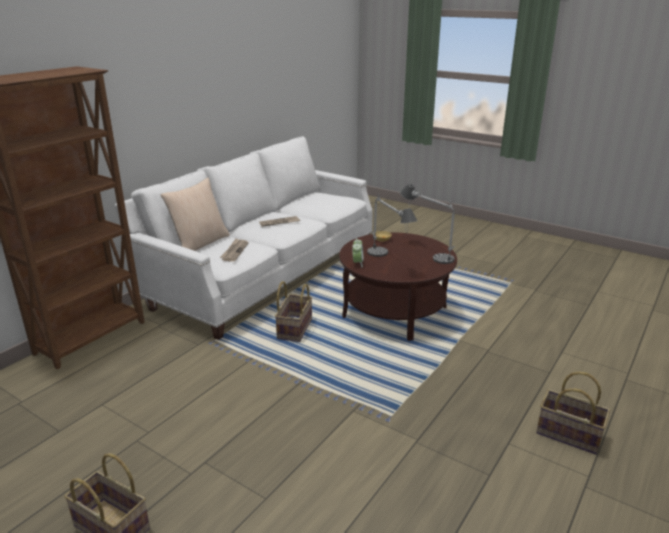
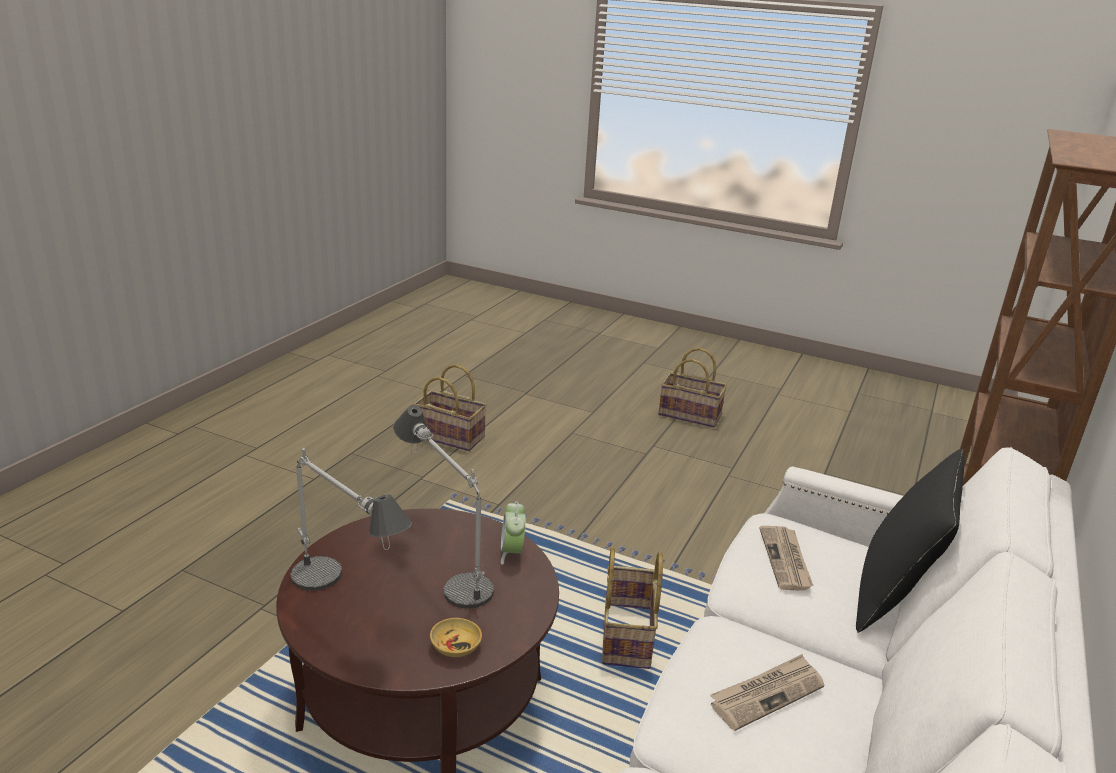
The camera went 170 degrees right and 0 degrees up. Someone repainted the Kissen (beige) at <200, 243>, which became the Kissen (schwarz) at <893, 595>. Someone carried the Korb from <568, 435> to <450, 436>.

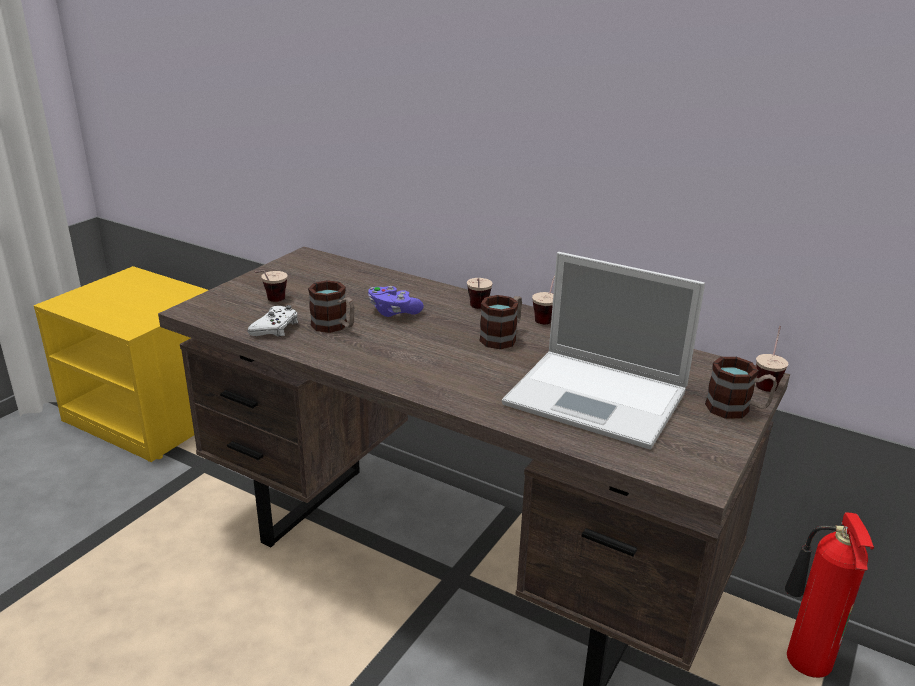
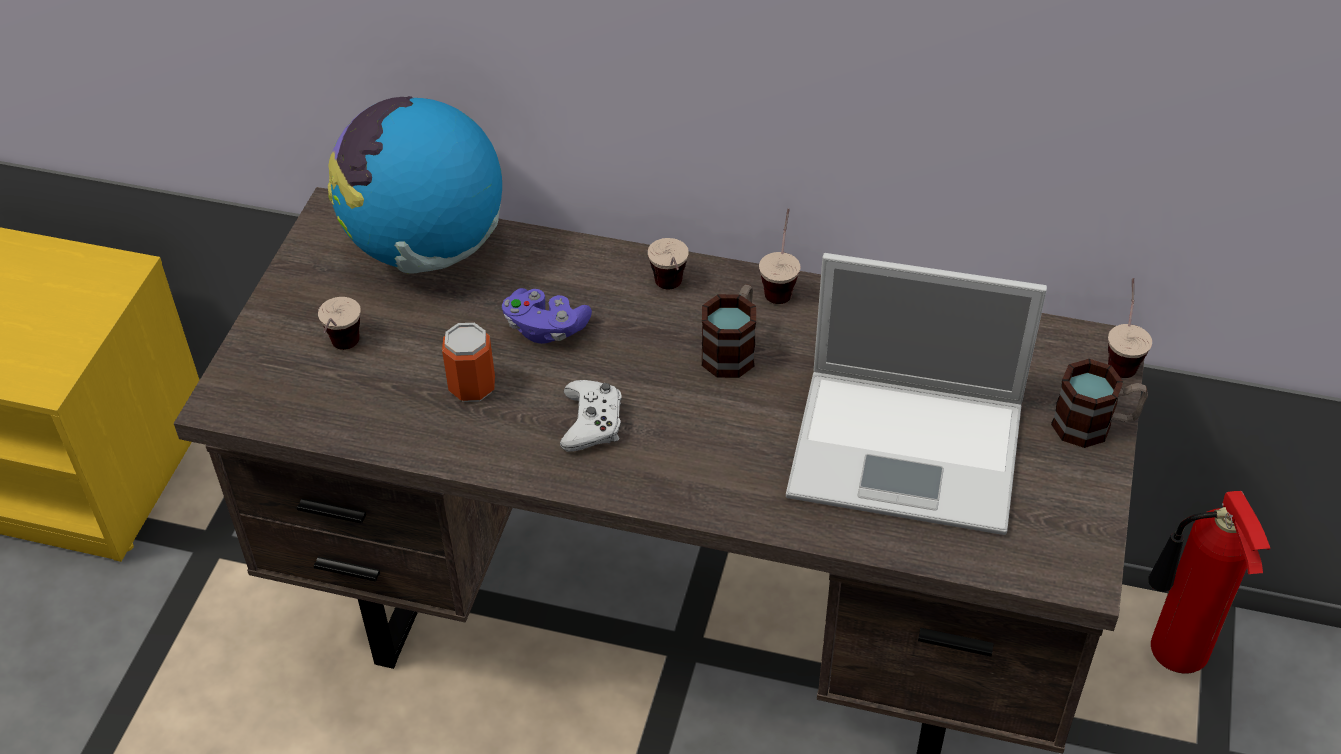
The camera went 15 degrees left and 20 degrees up. Someone swapped the Henkelbecher at <334, 327> for the Dose at <472, 387>. Someone carried the Gamepad (weiß) from <275, 328> to <592, 422>. Someone put down the Globus at <426, 247>.

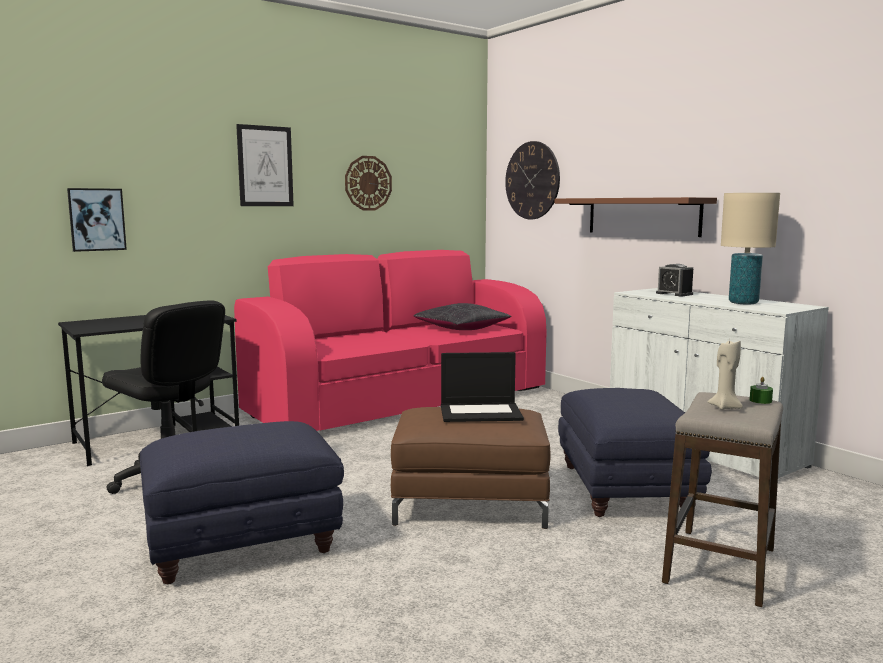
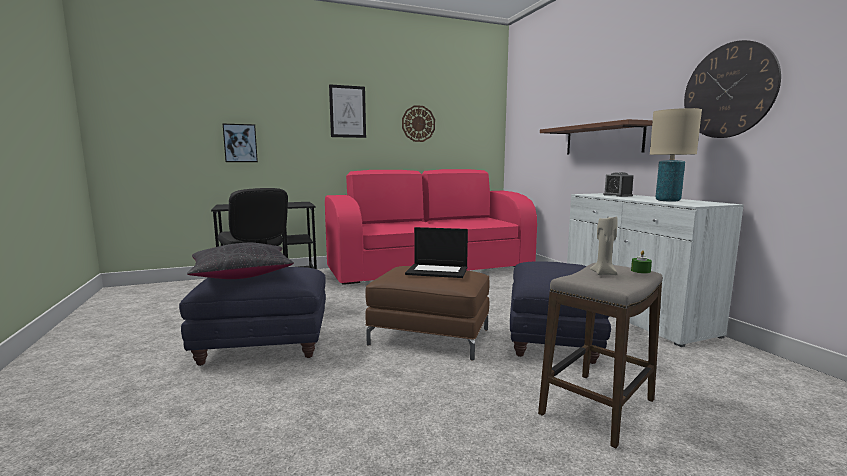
The camera went 15 degrees right and 0 degrees up. Someone carried the Wanduhr from <532, 180> to <728, 90>. Someone carried the Kissen (schwarz) from <462, 329> to <242, 274>.

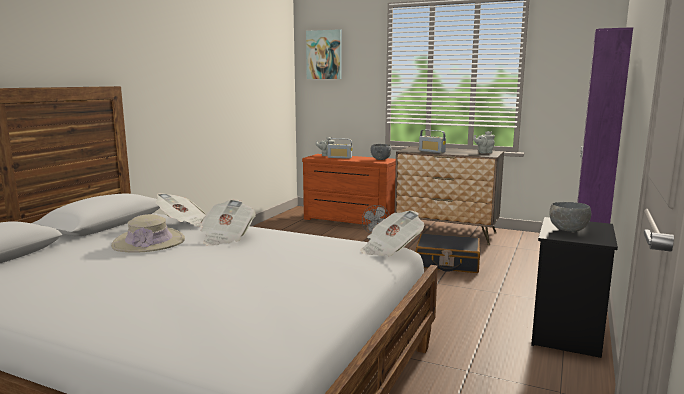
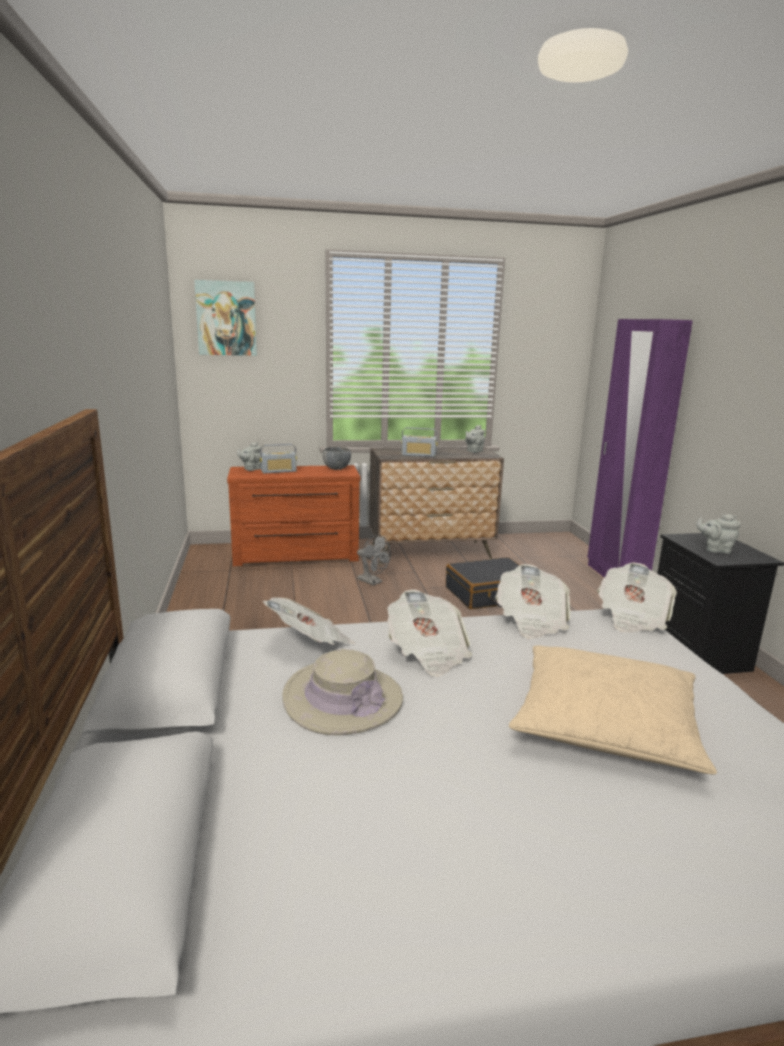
The camera went 35 degrees left and 5 degrees up. Someone swapped the Schüssel (grau) at <568, 230> for the Teekanne (grau) at <715, 549>. Someone put down the Zeitung at <531, 620>. Someone put down the Kissen (beige) at <605, 723>.

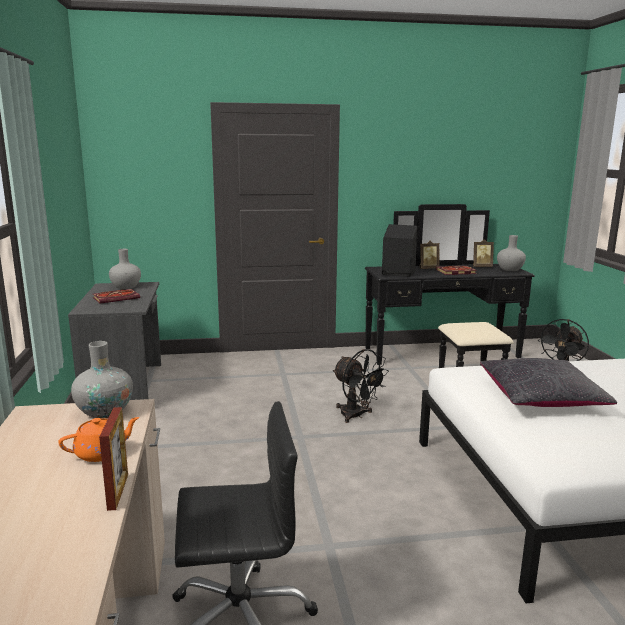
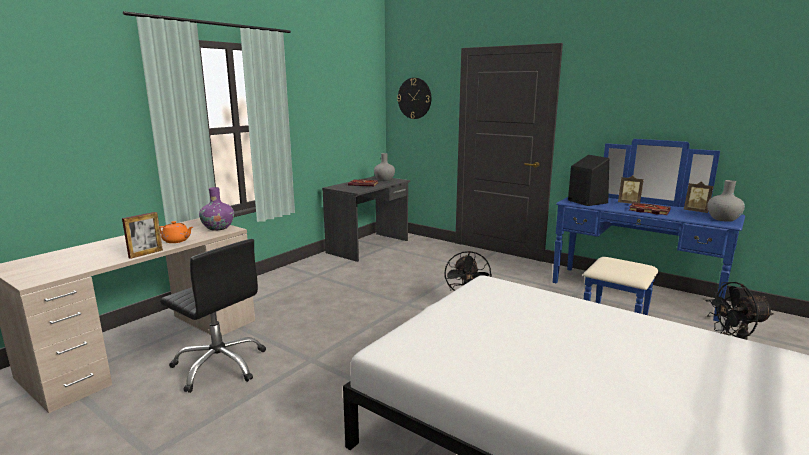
The camera went 45 degrees right and 0 degrees up. Someone repainted the Kommode (schwarz) at <448, 358>, which became the Kommode (blau) at <630, 297>. Someone repainted the Vase (grau) at <105, 411>, which became the Vase (lila) at <218, 228>. Someone took away the Kissen (schwarz) at <540, 398>. Someone put up the Wanduhr at <414, 98>.

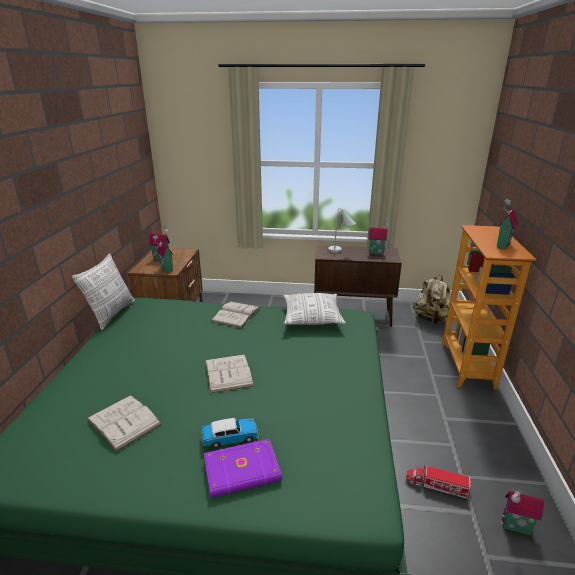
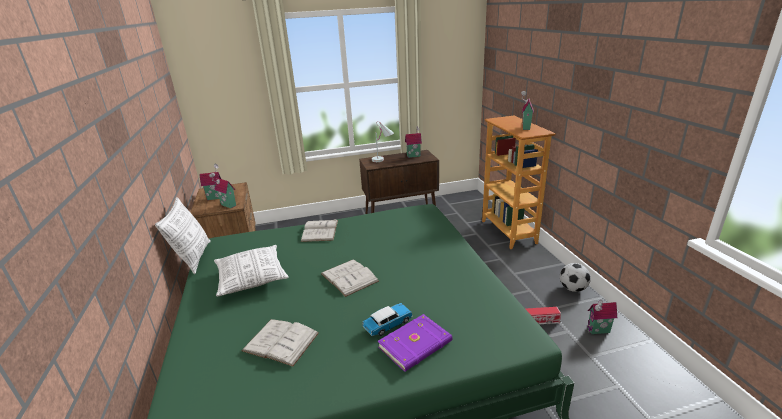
The camera went 20 degrees left and 0 degrees up. Someone took away the Rucksack (beige) at <430, 319>. Someone carried the Kissen from <312, 317> to <252, 278>. Someone put down the Fußball at <572, 288>.

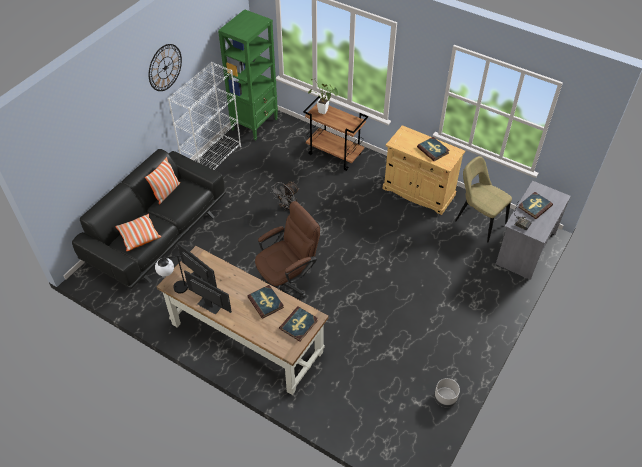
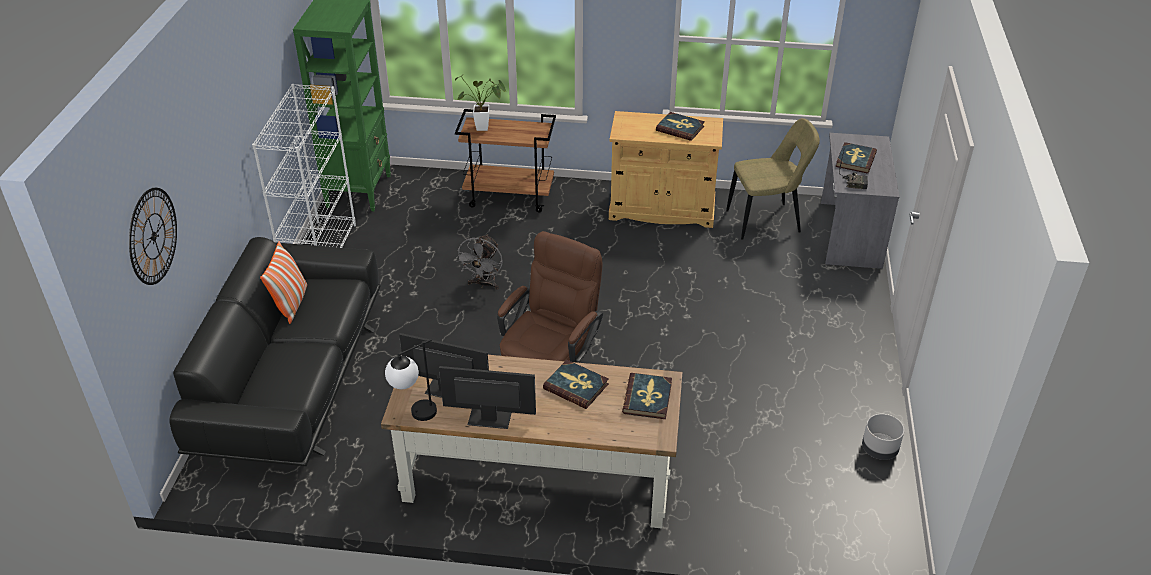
The camera went 25 degrees left and 10 degrees down. Someone carried the Wanduhr from <165, 67> to <153, 236>. Someone rotated the Stuhl (beige) at <478, 221> by 150 degrees clockwise. Someone took away the Kissen at <139, 236>.

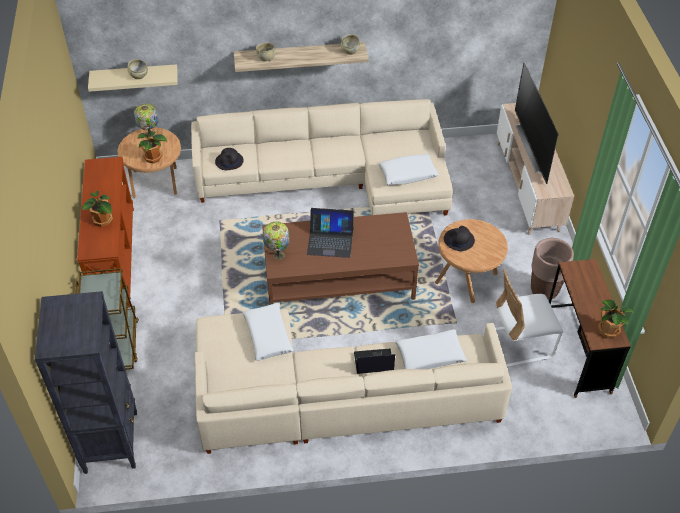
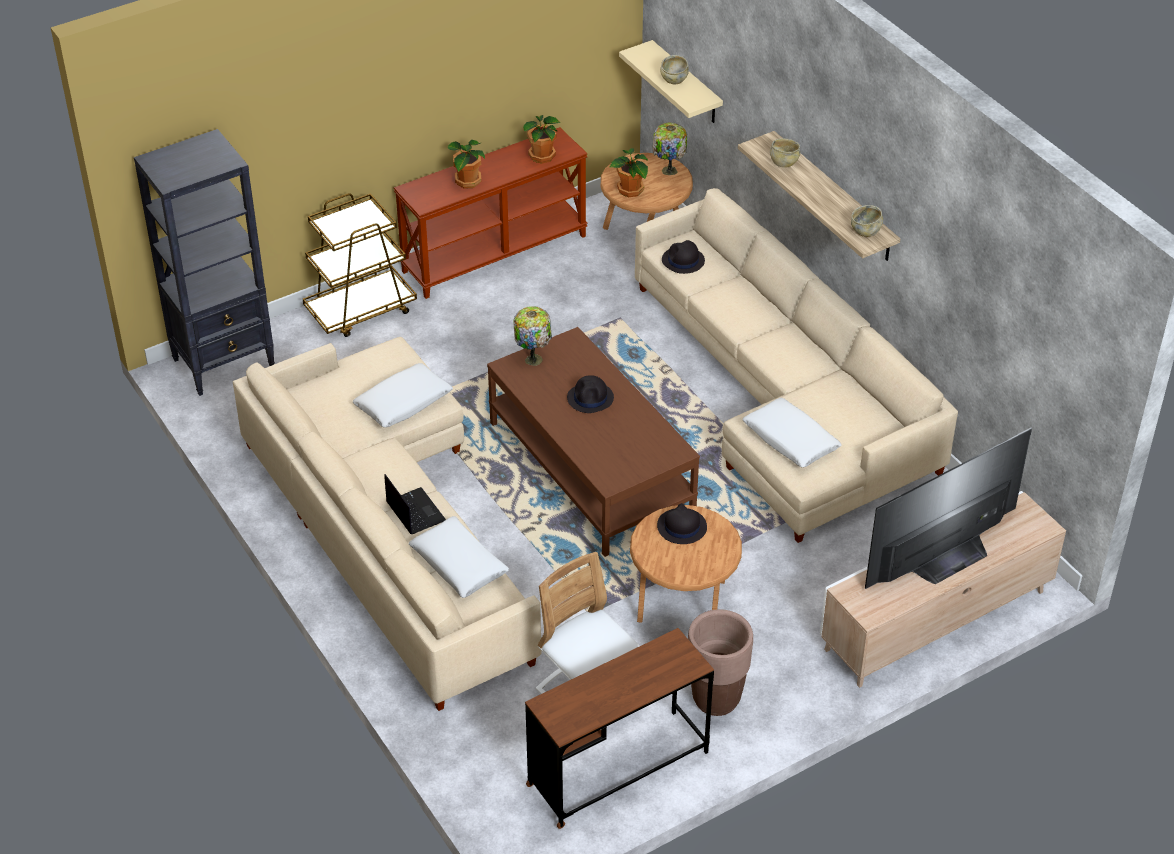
The camera went 65 degrees right and 5 degrees down. Someone swapped the Laptop at <330, 241> for the Hut (schwarz) at <590, 398>. Someone carried the Topfpflanze from <608, 330> to <543, 156>.

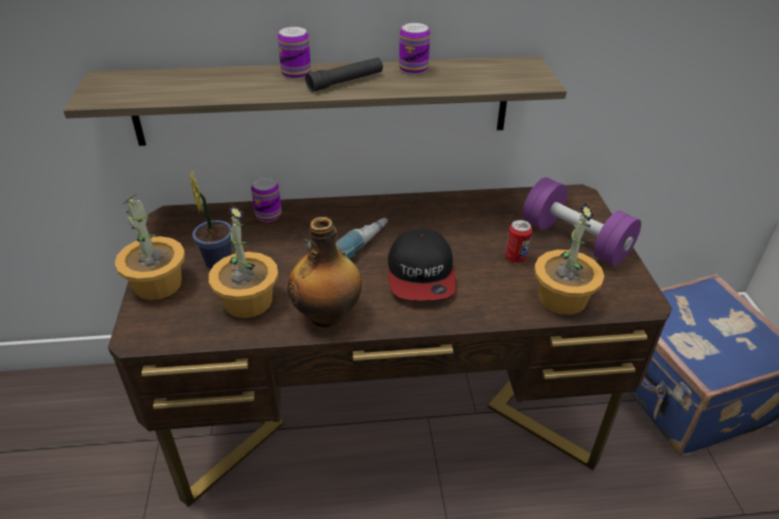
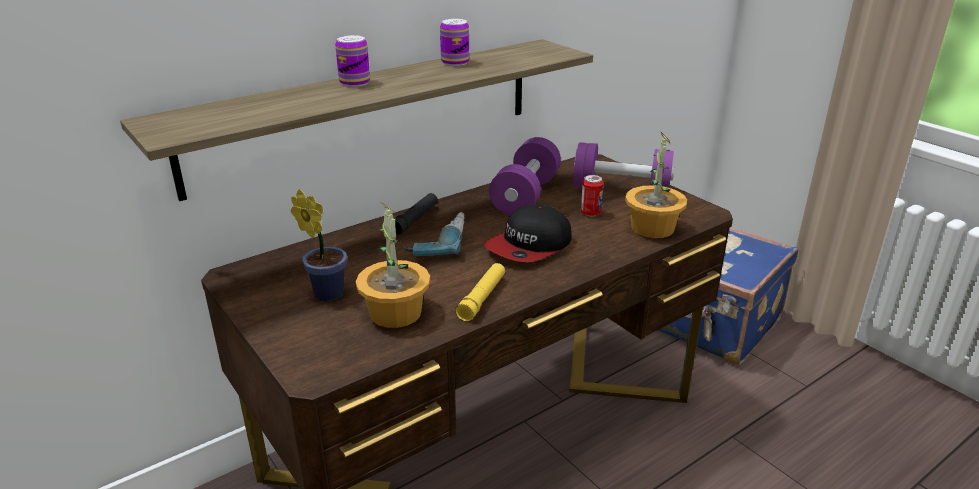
The camera went 30 degrees left and 10 degrees down. Someone carried the Taschenlampe (schwarz) from <345, 82> to <415, 220>. Someone took away the Dose at <268, 215>. Someone took away the Topfpflanze at <158, 284>. Someone swapped the Flasche at <328, 315> for the Taschenlampe (gelb) at <482, 298>. Someone rotated the Kappe at <421, 275> by 75 degrees clockwise. Someone put down the Hantel (lila) at <525, 196>.

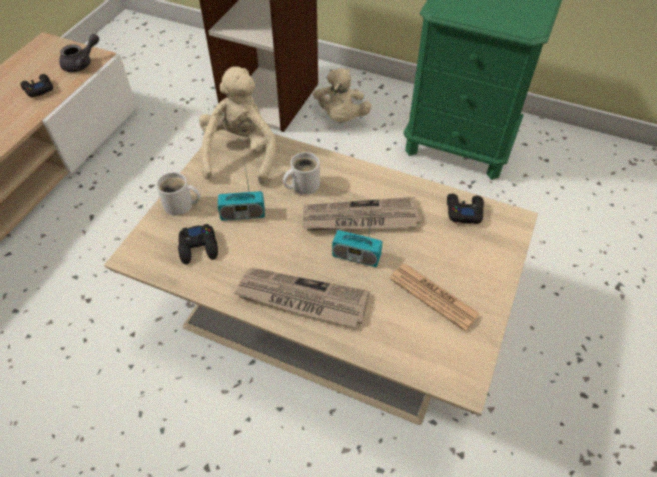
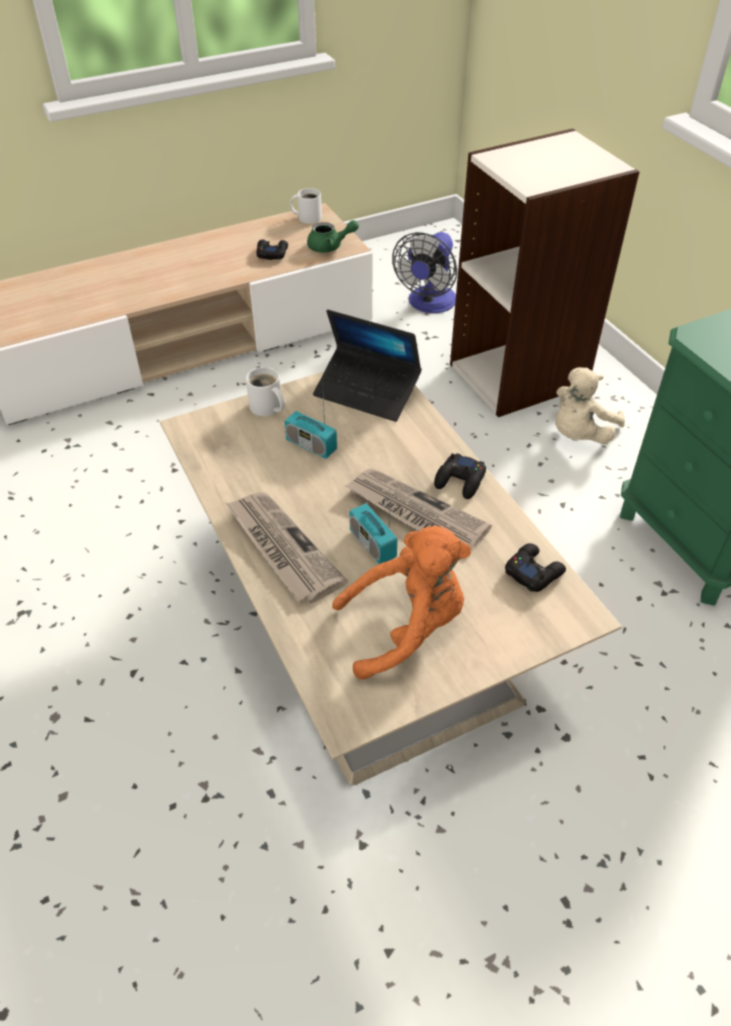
The camera went 40 degrees right and 5 degrees down. Someone repainted the Teekanne (grau) at <82, 64>, which became the Teekanne (grün) at <330, 247>. Someone swapped the Plüschtier (beige) at <241, 154> for the Laptop at <367, 392>. Someone carried the Henkelbecher (weiß) from <302, 185> to <308, 217>. Someone carried the Gamepad (schwarz) from <199, 247> to <460, 481>. Someone swapped the Zeitung at <433, 296> for the Plüschtier (orange) at <406, 627>. Someone put down the Ventilator at <429, 304>.

